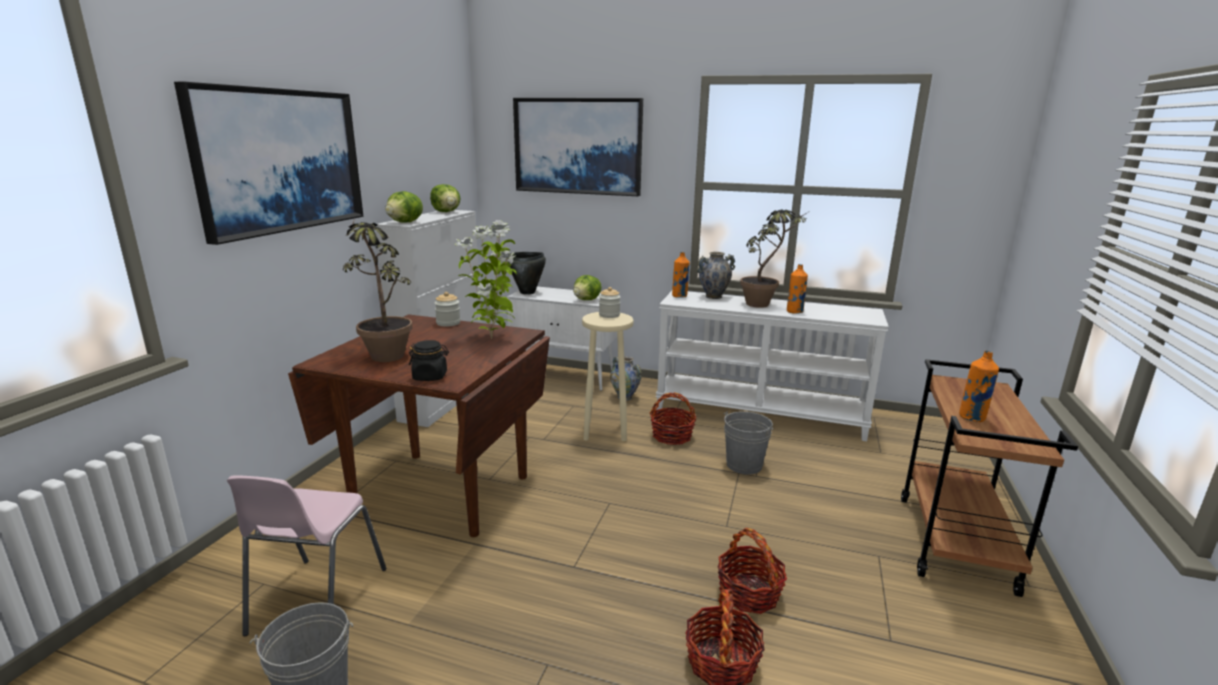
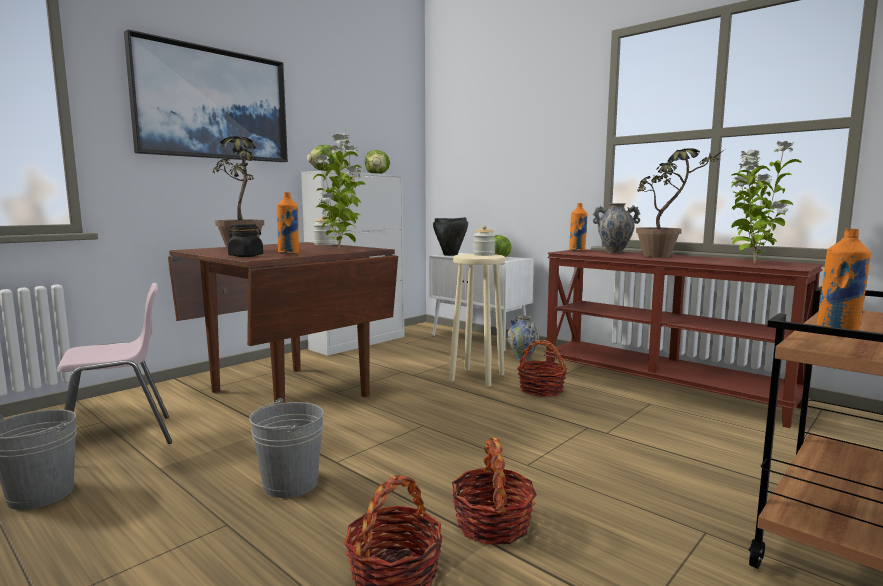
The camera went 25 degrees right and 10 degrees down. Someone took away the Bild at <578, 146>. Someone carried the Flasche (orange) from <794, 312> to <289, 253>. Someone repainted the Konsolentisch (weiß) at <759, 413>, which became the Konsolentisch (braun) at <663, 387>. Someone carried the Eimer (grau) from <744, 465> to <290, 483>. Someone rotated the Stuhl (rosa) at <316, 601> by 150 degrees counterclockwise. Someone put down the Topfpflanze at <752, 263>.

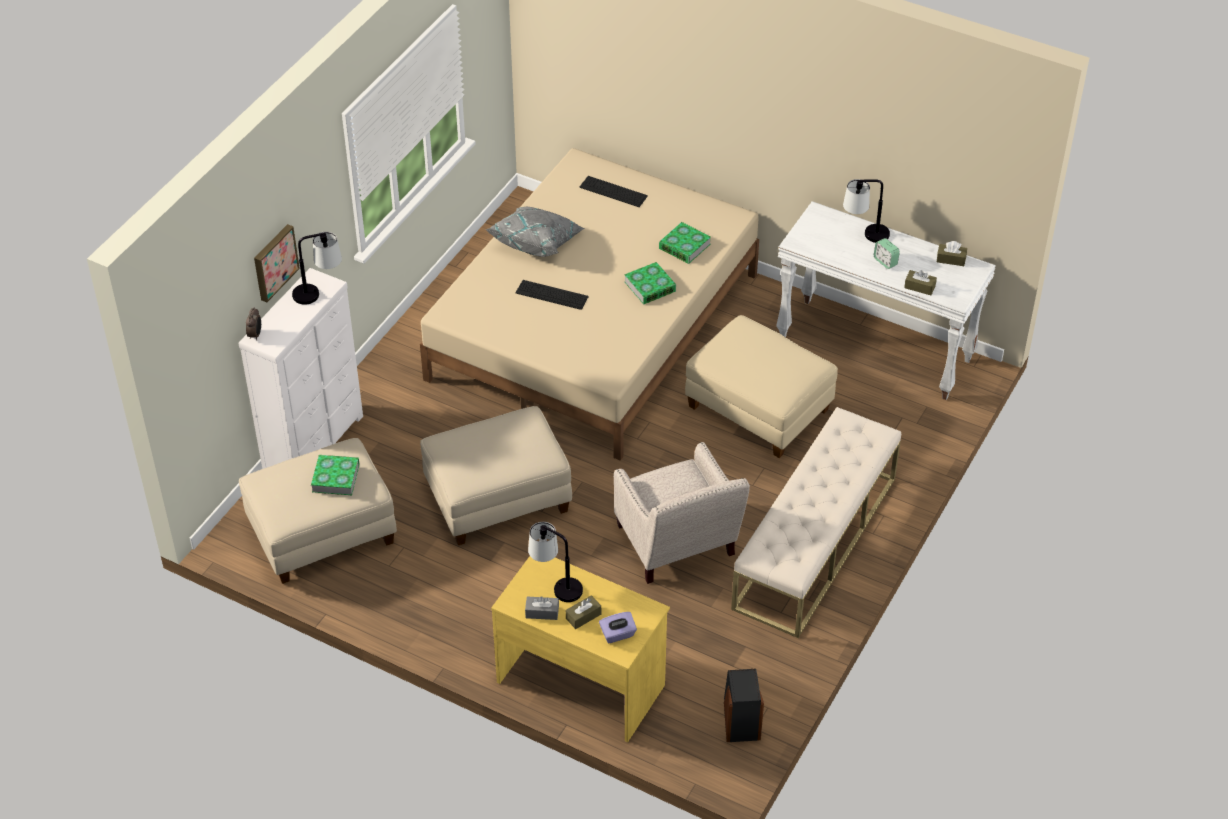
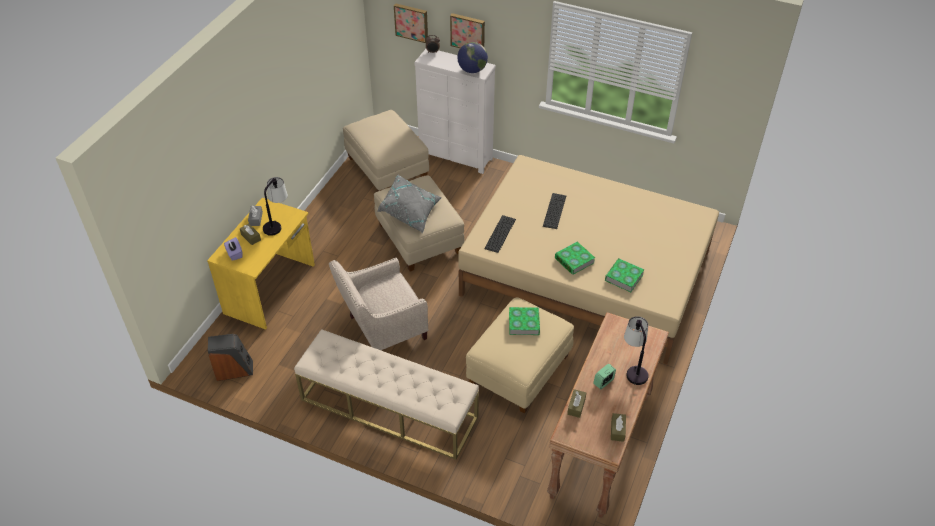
The camera went 85 degrees right and 0 degrees up. Someone carried the Tastatur from <613, 191> to <500, 234>. Someone repainted the Konsolentisch (weiß) at <875, 348>, which became the Konsolentisch (braun) at <601, 446>. Someone carried the Kissen (grau) from <536, 242> to <410, 212>. Someone swapped the Tischlampe at <318, 293> for the Globus at <472, 70>. Someone carried the Buch from <335, 478> to <524, 323>. Someone put up the Bild at <411, 22>.

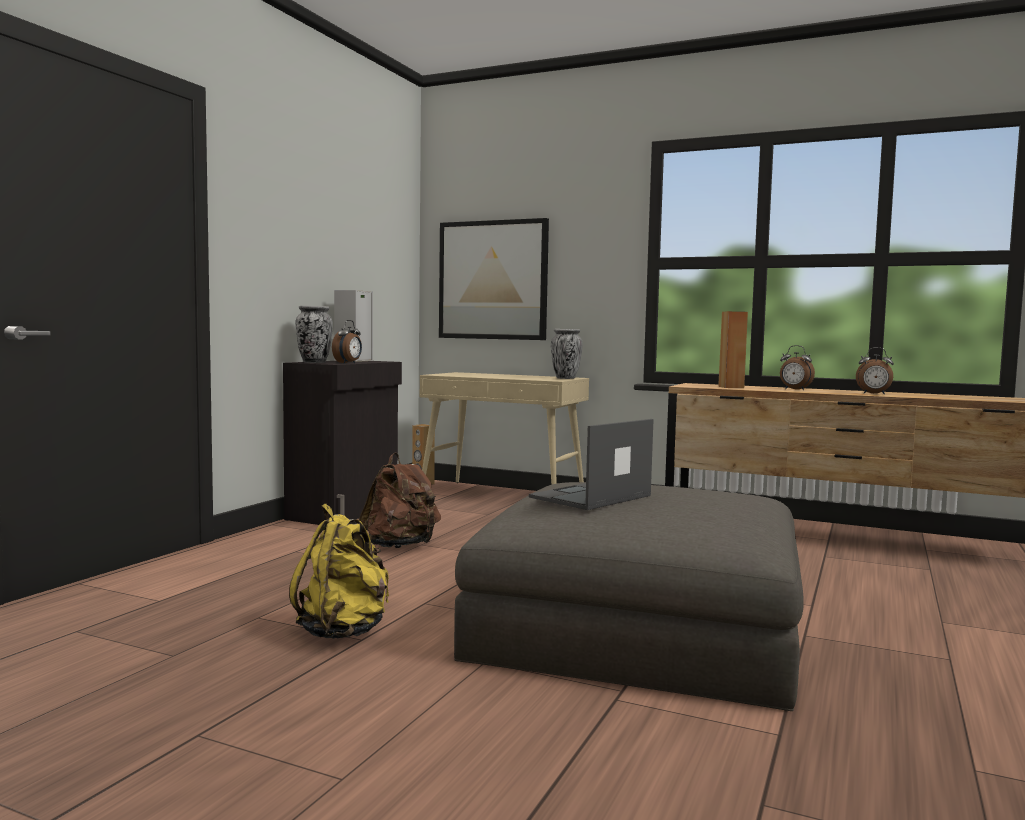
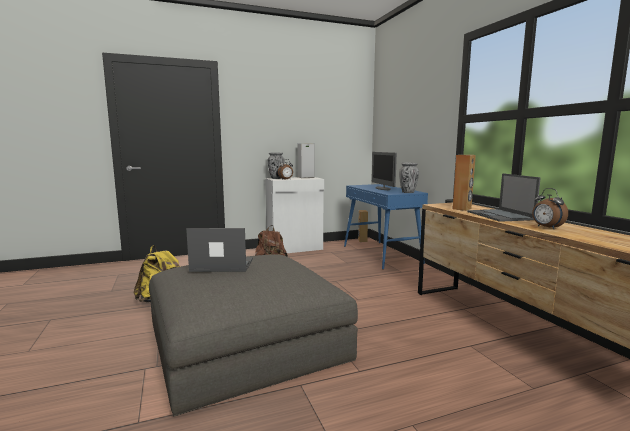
The camera went 45 degrees right and 5 degrees up. Someone took away the Bild at <493, 280>. Someone swapped the Wecker at <794, 389> for the Laptop at <500, 216>. Someone repainted the Schrank (schwarz) at <345, 512>, which became the Schrank (weiß) at <295, 248>. Someone repainted the Konsolentisch (beige) at <503, 496>, which became the Konsolentisch (blau) at <381, 254>. Someone put down the Monitor at <382, 188>.

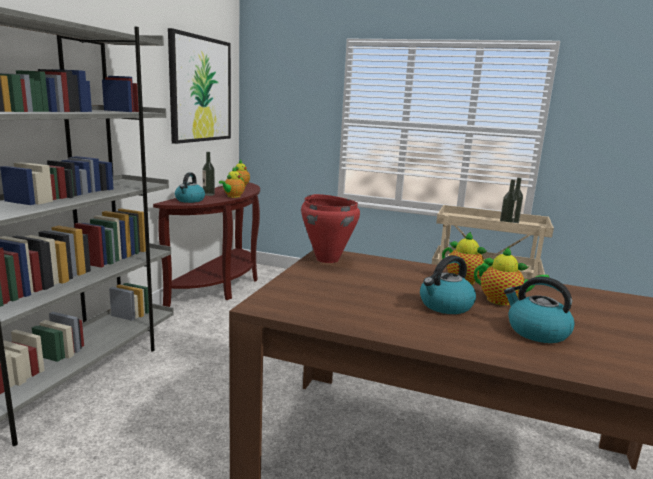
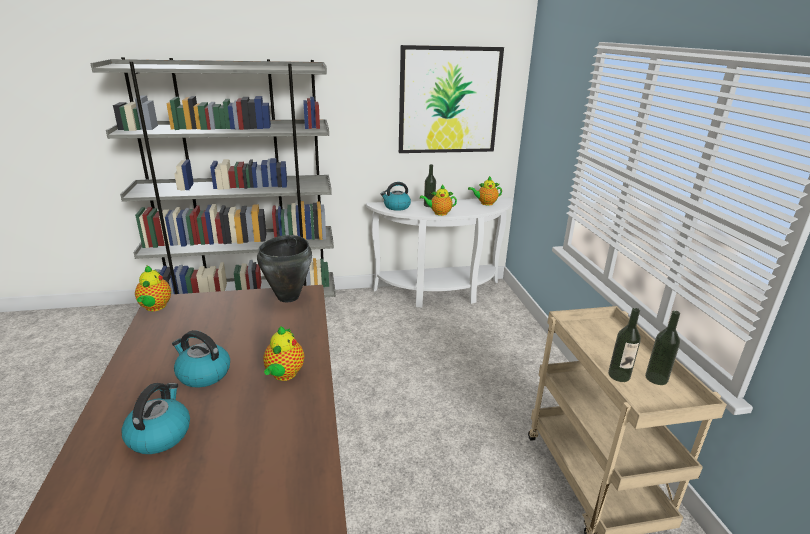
The camera went 60 degrees right and 10 degrees up. Someone repainted the Konsolentisch (braun) at <222, 285>, which became the Konsolentisch (weiß) at <440, 293>. Someone repainted the Kochtopf (rot) at <327, 259>, which became the Kochtopf (schwarz) at <289, 297>. Someone carried the Teekanne from <503, 301> to <155, 307>.

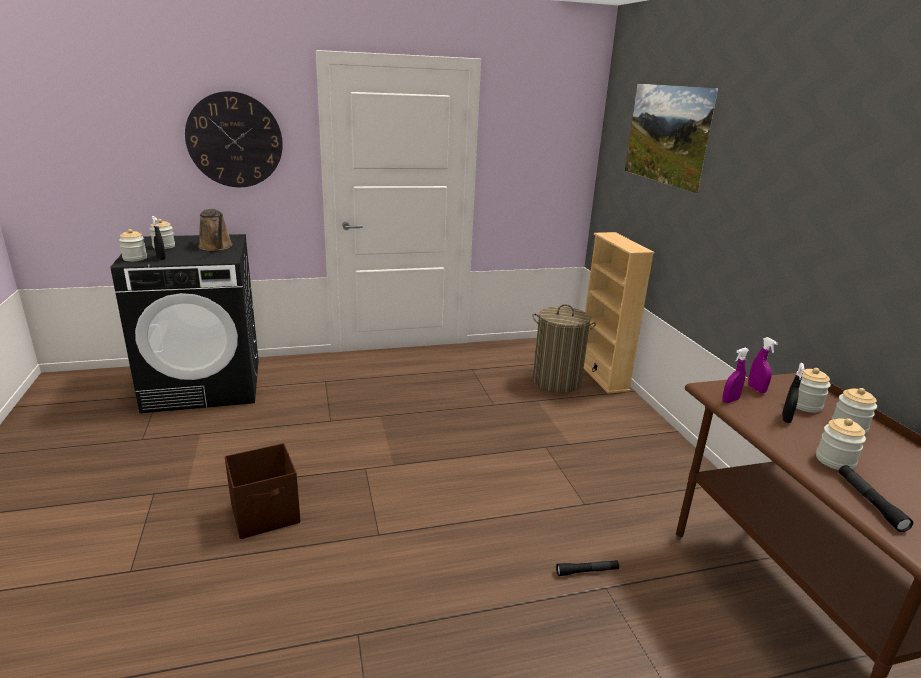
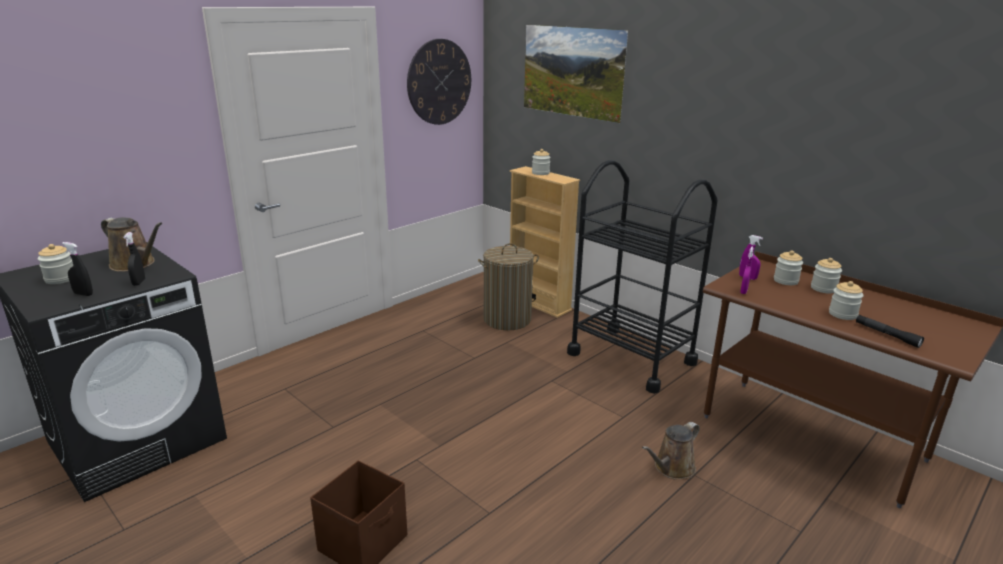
The camera went 30 degrees left and 0 degrees up. Someone carried the Wanduhr from <235, 140> to <439, 82>. Someone carried the Vorratsglas from <135, 258> to <540, 173>. Someone carried the Sprühflasche (schwarz) from <786, 418> to <139, 282>. Someone swapped the Taschenlampe (schwarz) at <587, 571> for the Gießkanne (braun) at <672, 468>. Someone put down the Rollwagen (schwarz) at <631, 358>.

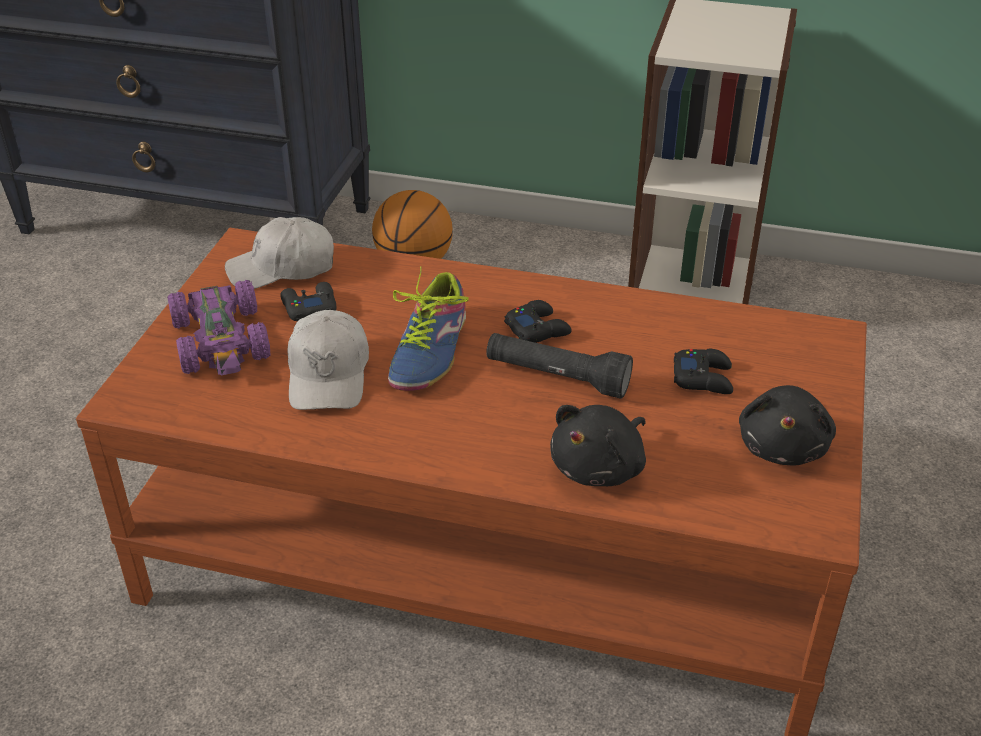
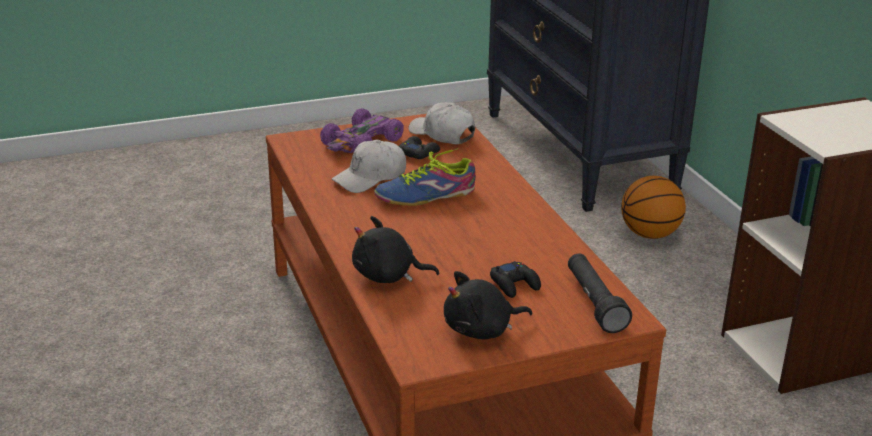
The camera went 55 degrees right and 10 degrees down. Someone took away the Gamepad (schwarz) at <537, 329>. Someone carried the Taschenlampe (schwarz) from <557, 378> to <594, 303>.

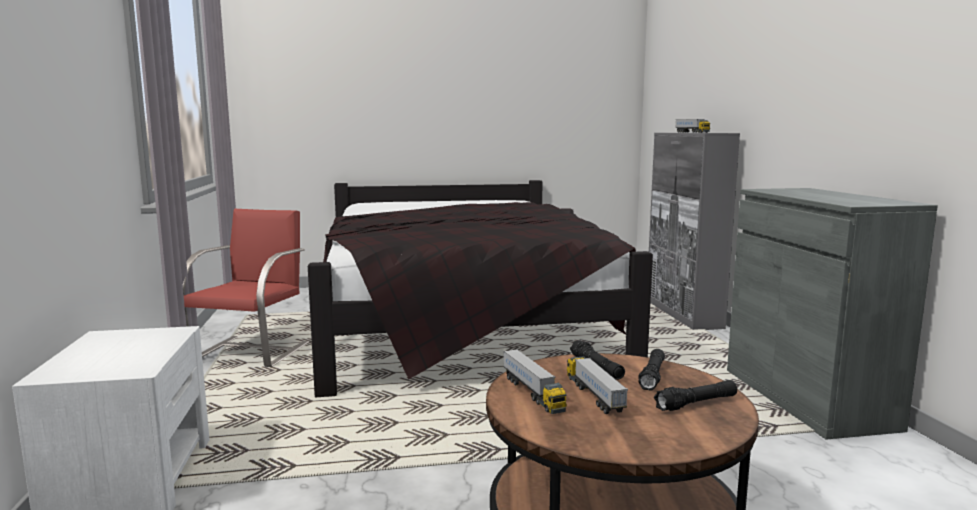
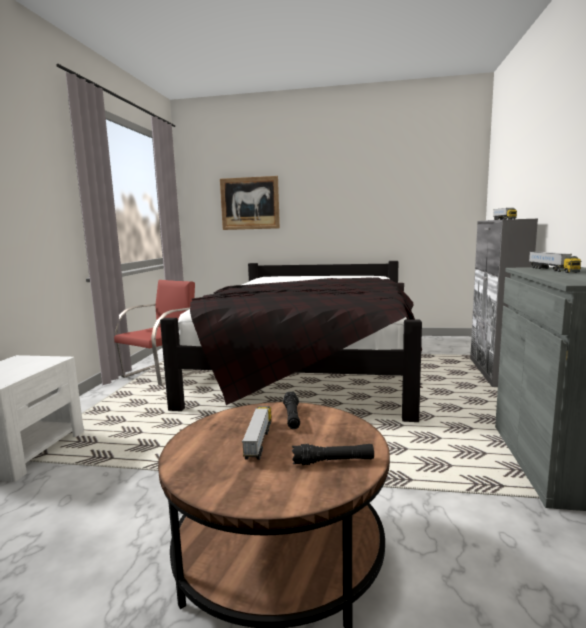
The camera went 20 degrees right and 0 degrees up. Someone carried the Spielzeuglaster from <532, 393> to <552, 270>. Someone took away the Taschenlampe (schwarz) at <652, 376>. Someone put up the Bild at <250, 203>.

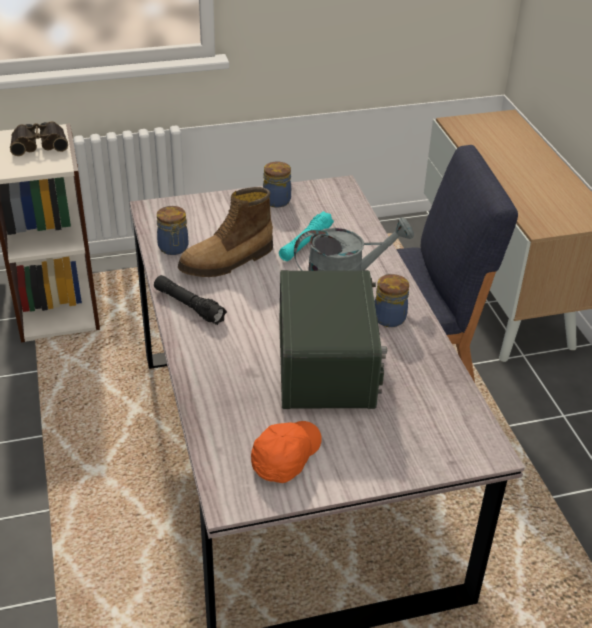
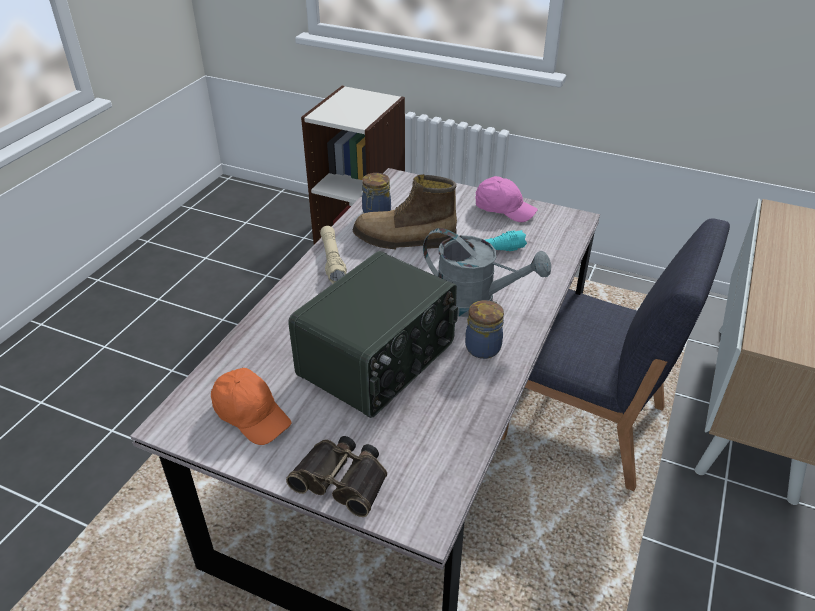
The camera went 40 degrees right and 0 degrees up. Someone carried the Fernglas from <39, 144> to <343, 479>. Someone swapped the Vorratsglas at <276, 200> for the Kappe (rosa) at <504, 209>. Someone repainted the Taschenlampe (schwarz) at <189, 306>, which became the Taschenlampe (beige) at <332, 260>. Someone rotated the Kappe (orange) at <285, 457> by 60 degrees clockwise.

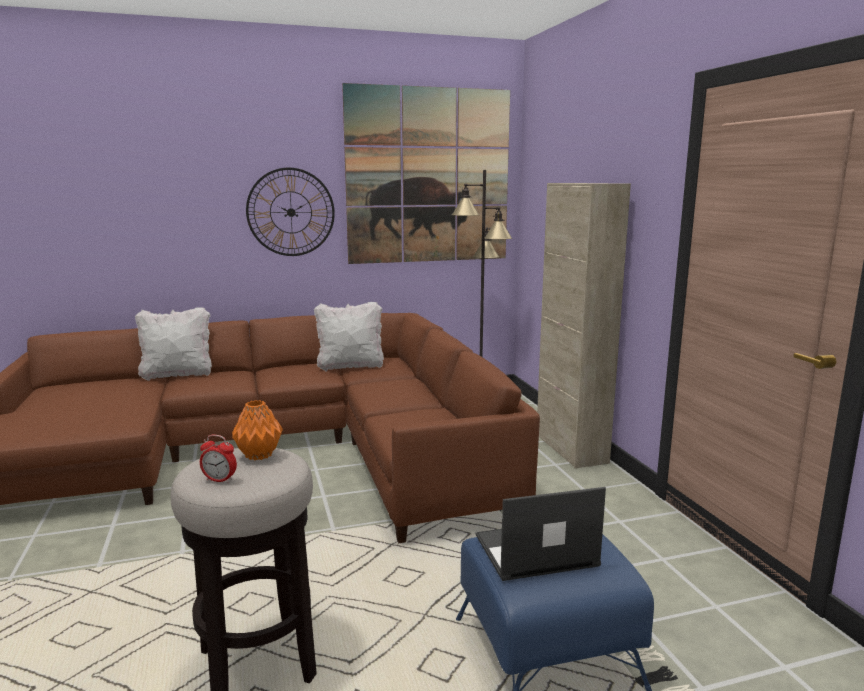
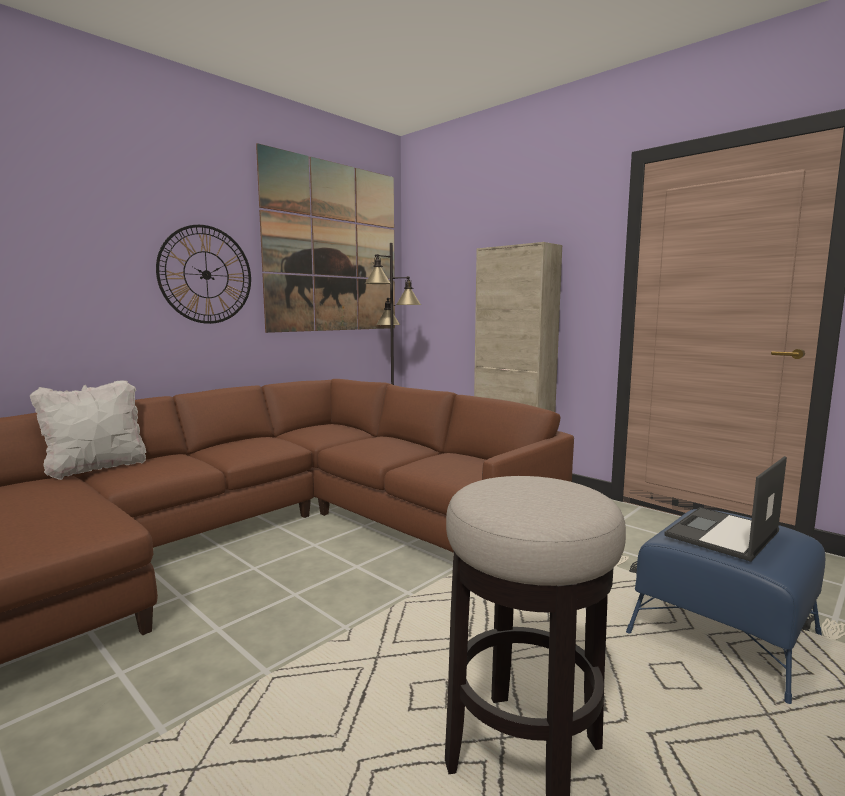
The camera went 30 degrees left and 5 degrees down. Someone took away the Kissen (weiß) at <350, 367>. Someone took away the Vase (orange) at <258, 455>. Someone took away the Wecker at <219, 480>.

